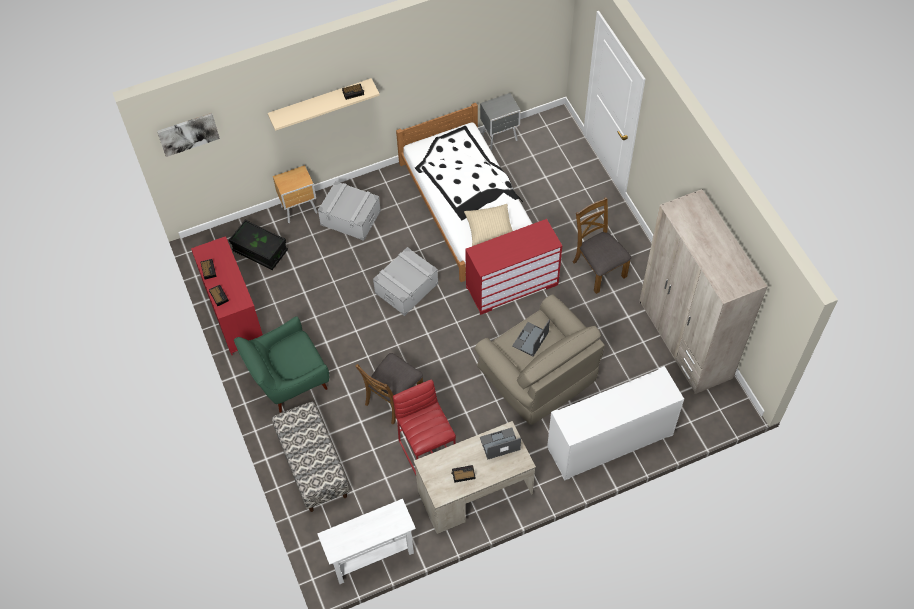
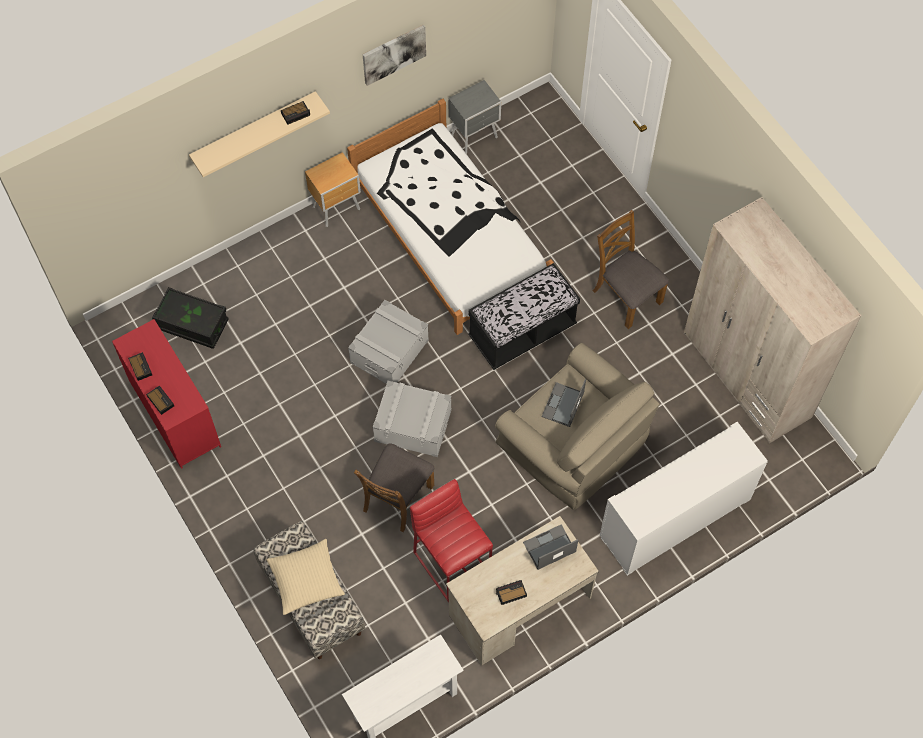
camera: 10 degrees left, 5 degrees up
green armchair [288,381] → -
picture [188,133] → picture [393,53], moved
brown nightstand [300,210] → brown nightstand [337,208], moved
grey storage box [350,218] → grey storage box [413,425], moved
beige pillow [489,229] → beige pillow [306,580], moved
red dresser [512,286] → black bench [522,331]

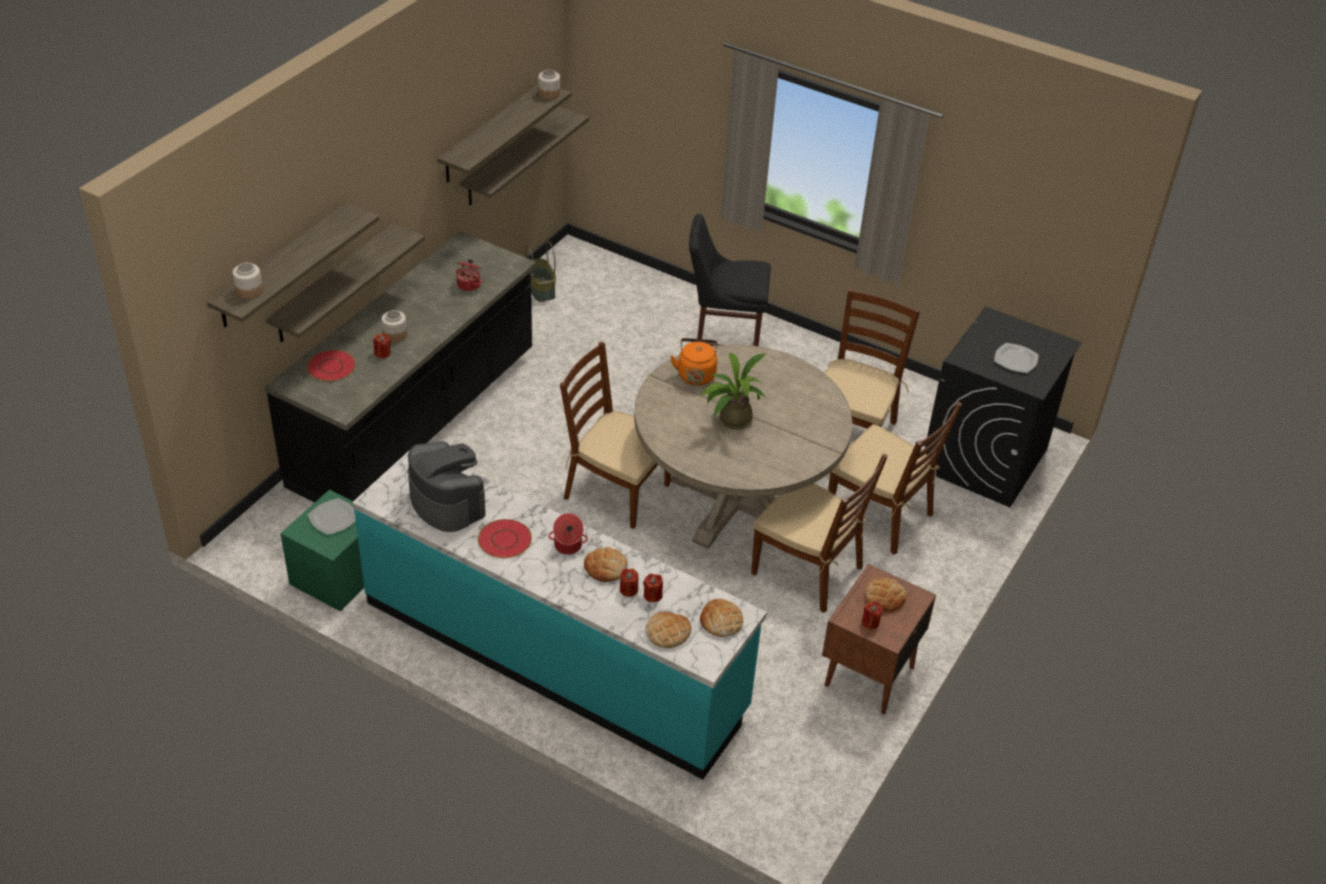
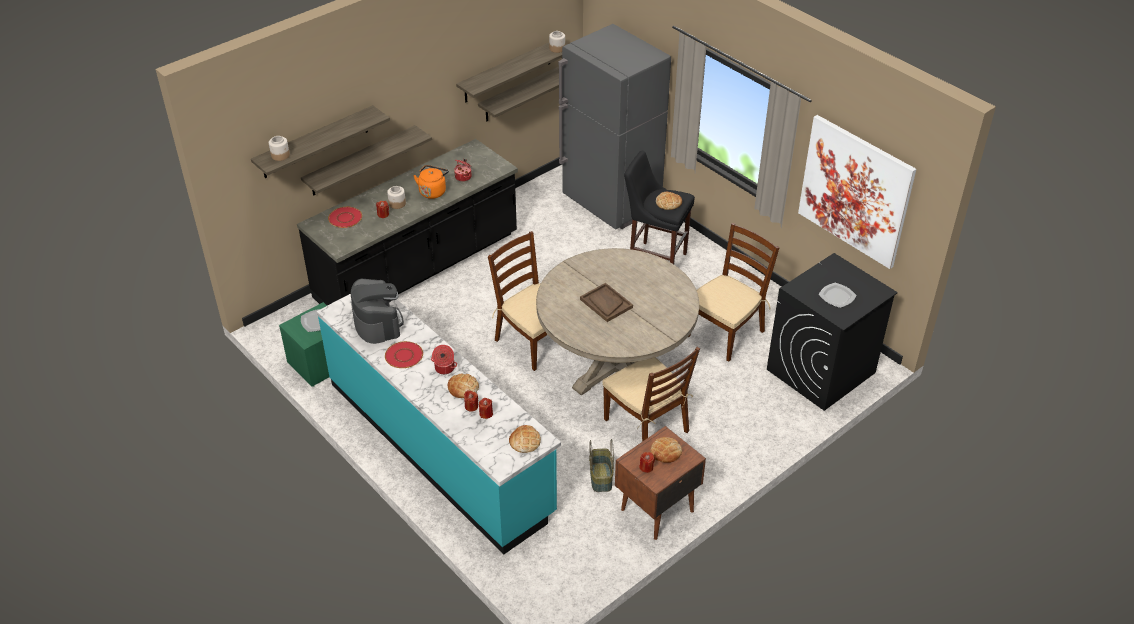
camera: 20 degrees right, 0 degrees up
brown chair [880,515] → -
- → grey fridge [611,204]
- → picture [855,191]
basket [541,289] → basket [601,478], moved
bread [667,632] → bread [668,203], moved
orange kettle [696,374] → orange kettle [433,191], moved
potted plant [731,420] → brown tray [606,303]

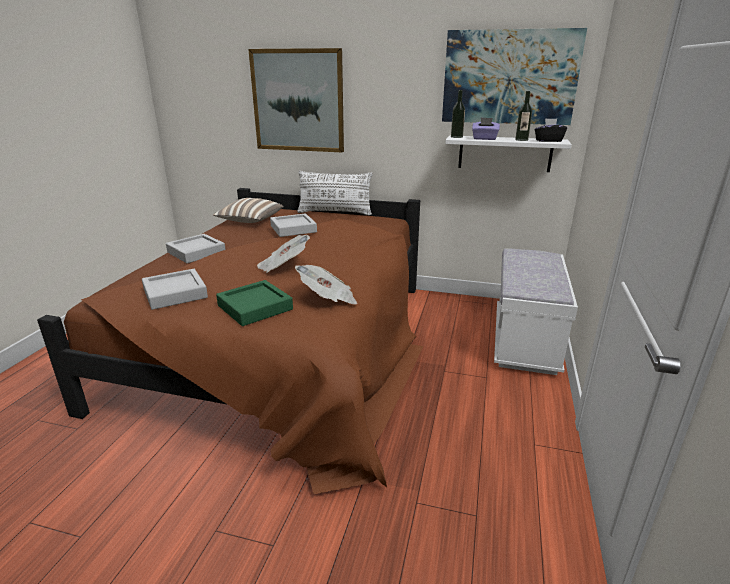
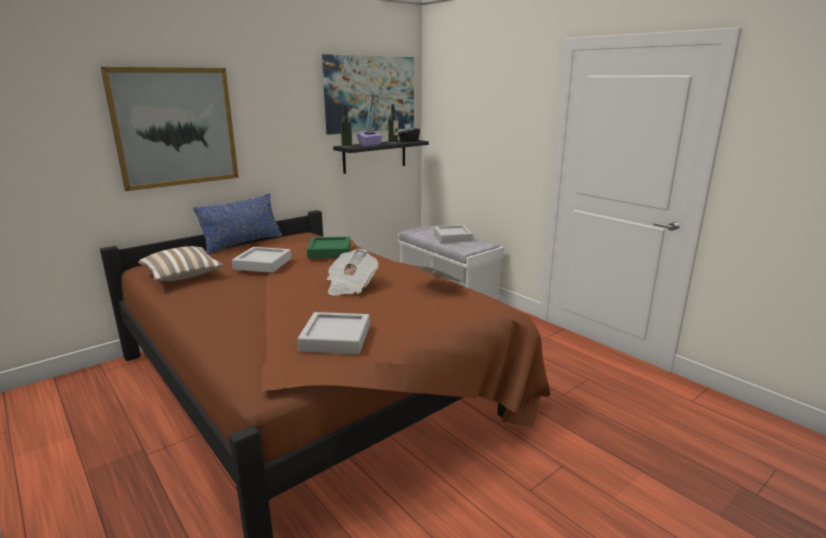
camera: 55 degrees left, 5 degrees down
grey tray [196,252] → grey tray [452,237], moved
green tray [255,307] → green tray [329,251], moved
white pillow [335,212] → blue pillow [243,244]
white shelf [504,153] → black shelf [374,156]

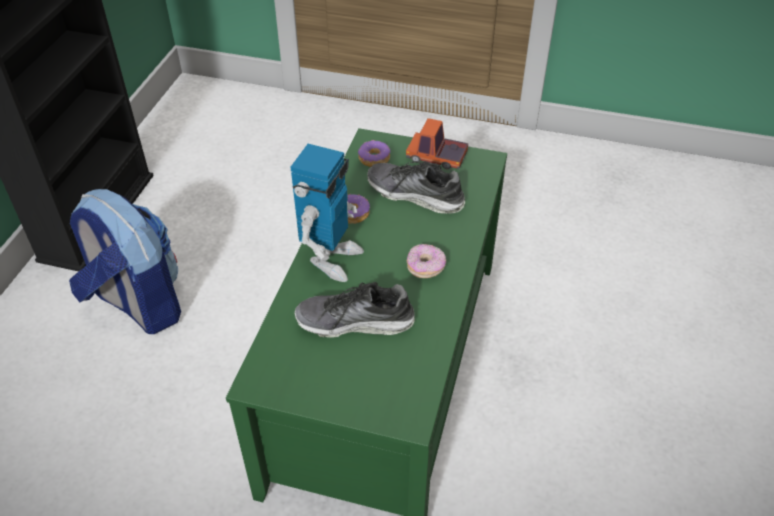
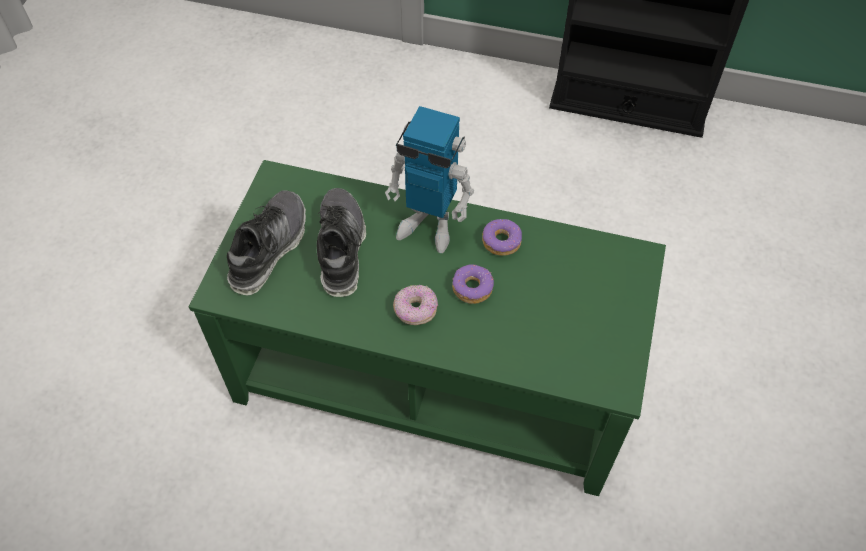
camera: 90 degrees right, 10 degrees up
backpack [137,304] → -
toy truck [436,157] → -
donut [374,159] → donut [472,288], moved
shoe [415,195] → shoe [269,248], moved

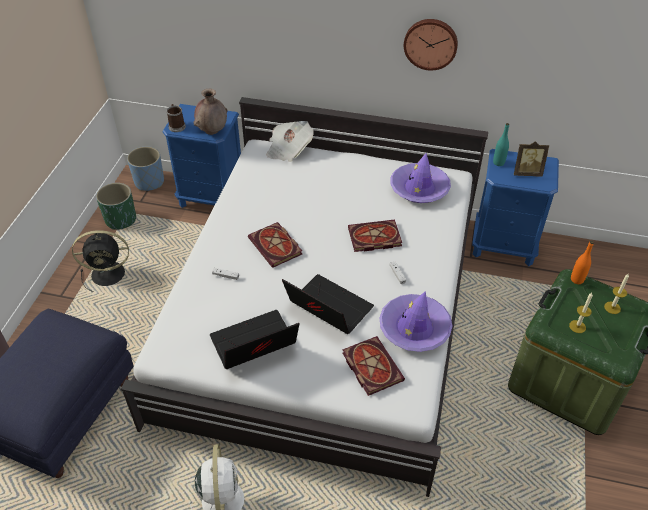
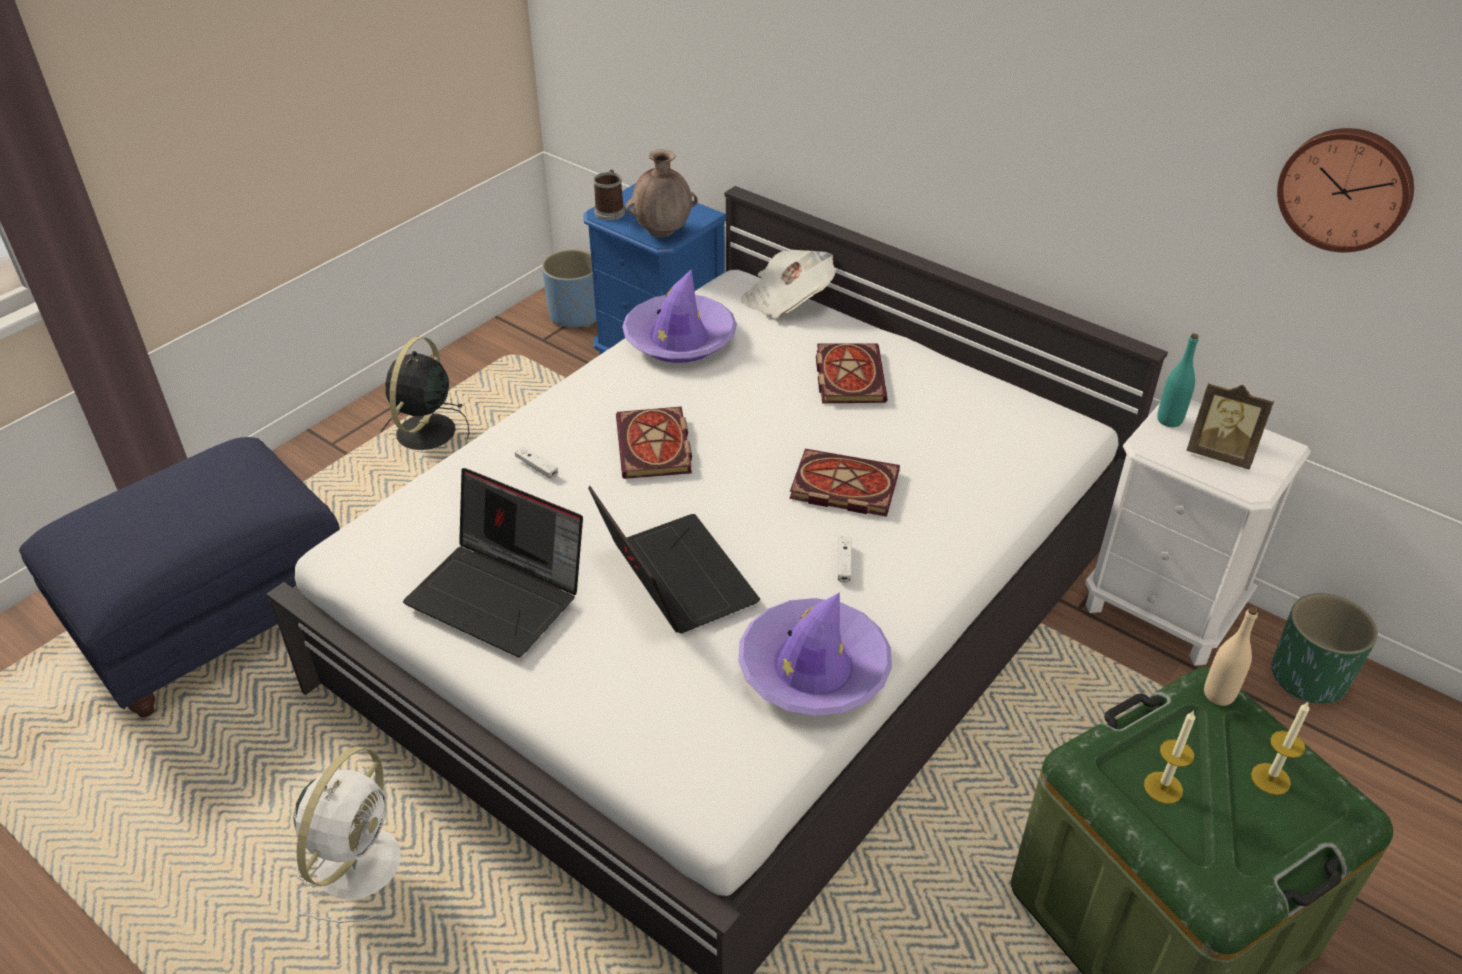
camera: 25 degrees right, 5 degrees down
green planter [121,219] → green planter [1308,678], moved
book [370,366] → book [848,375], moved
purple hat [419,188] → purple hat [680,339], moved
wall clock [430,43] → wall clock [1346,188], moved
blue nightstand [503,245] → white nightstand [1162,609]
orange bottle [577,279] → beige bottle [1218,694]
black fan [110,274] → black fan [425,434], 90 degrees clockwise
laptop [253,345] → laptop [501,594], 150 degrees counterclockwise

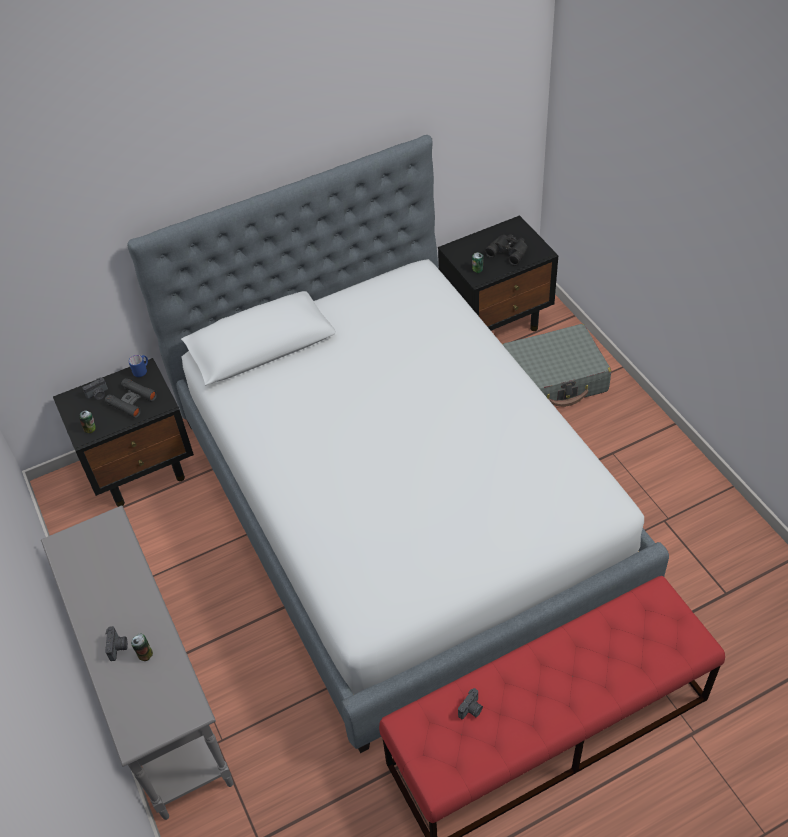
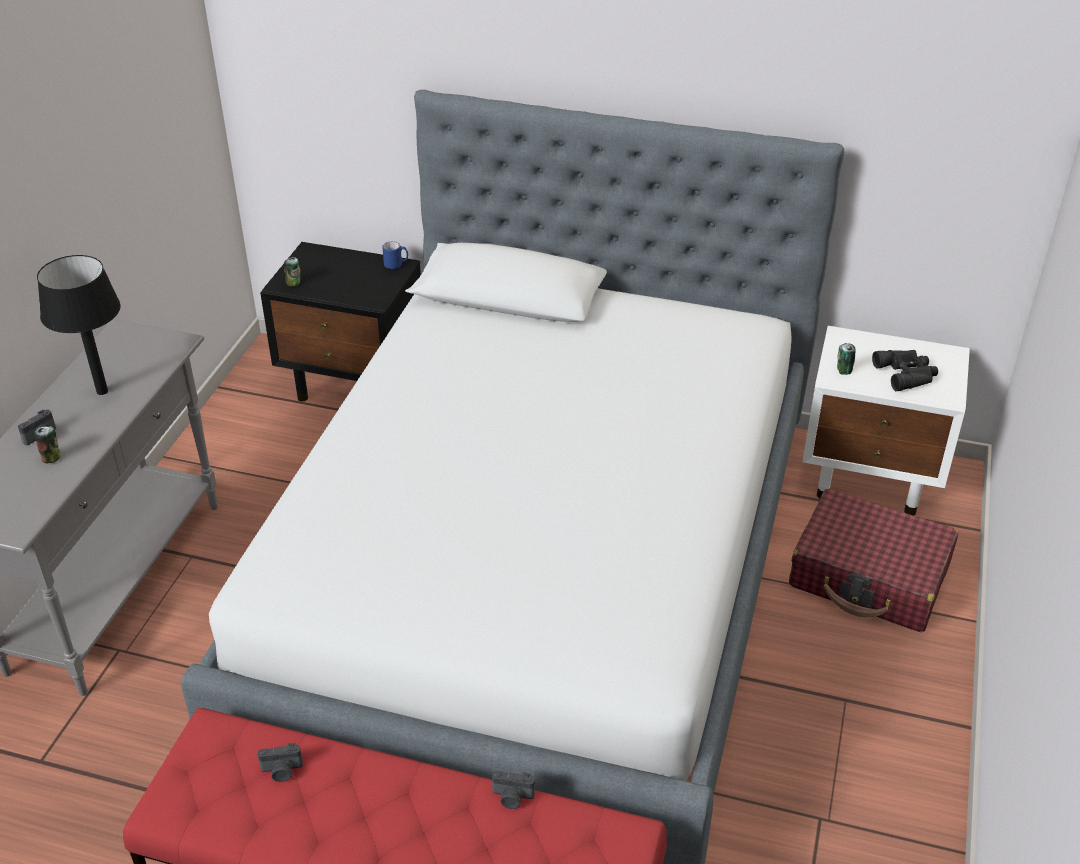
camera: 40 degrees right, 10 degrees down
black binoculars [132,401] → -
- → black table lamp [102,391]
photo camera [98,395] → photo camera [512,797], moved
black nightstand [496,322] → white nightstand [871,478]
grey suitcase [554,379] → red suitcase [869,576]

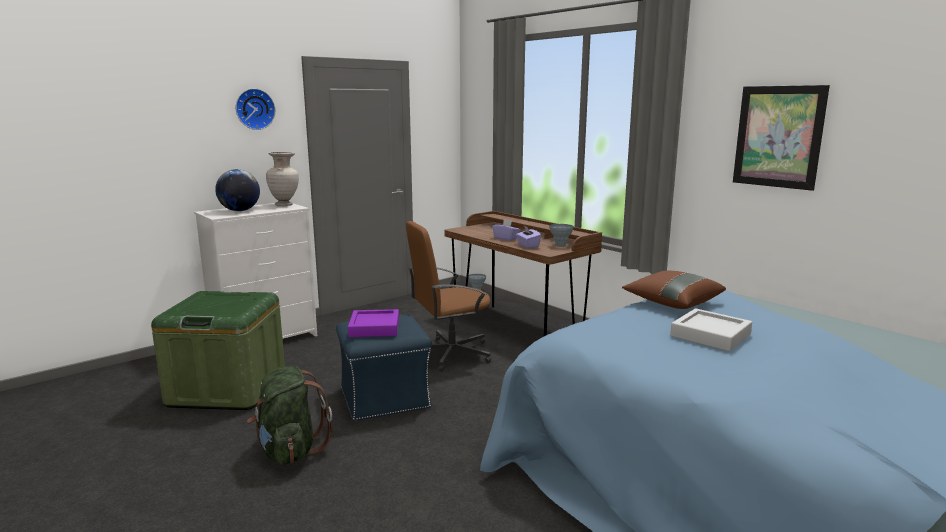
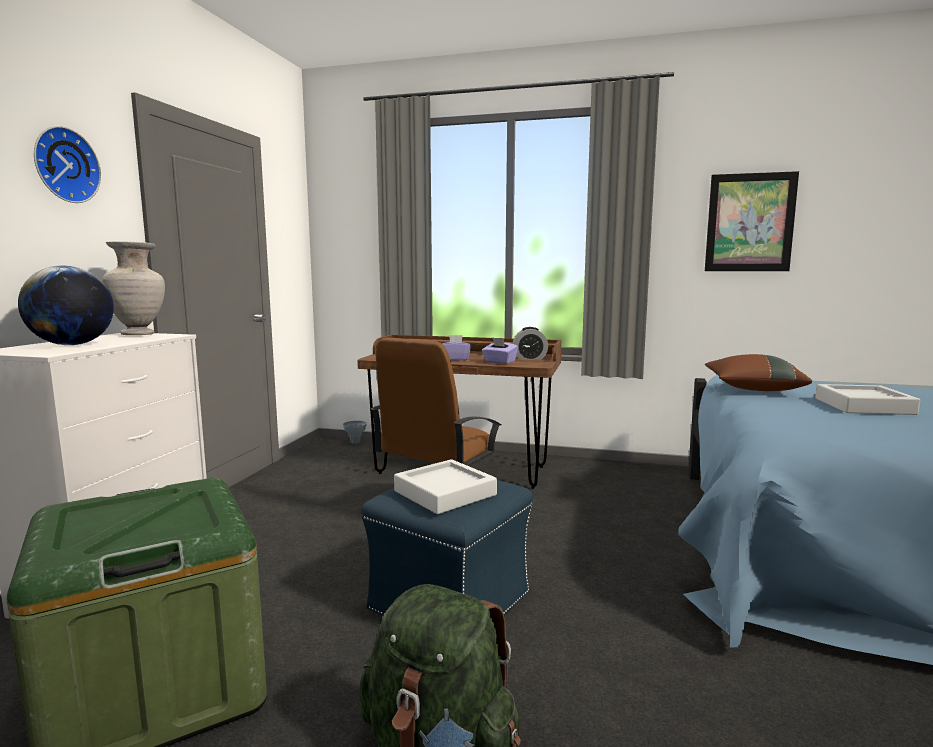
camera: 35 degrees left, 5 degrees down
grey vase [560,246] → alarm clock [529,358]
purple tray [374,328] → grey tray [445,493]

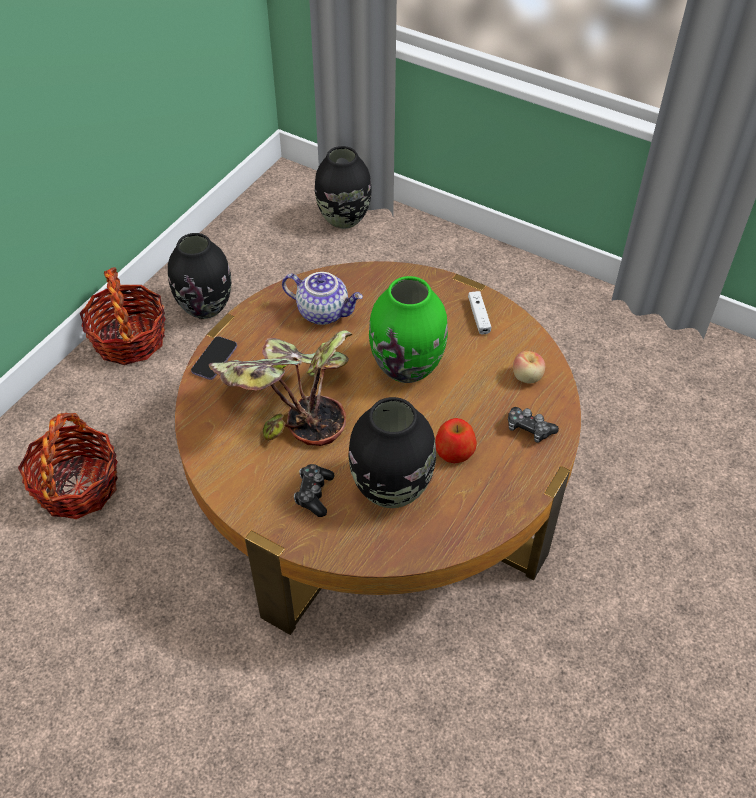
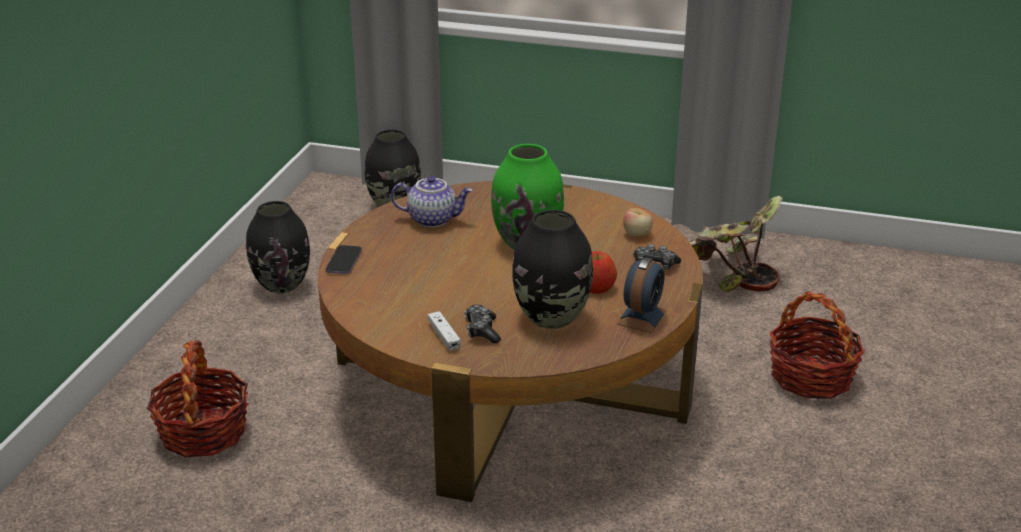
camera: 15 degrees left, 20 degrees down
- → alarm clock [642,317]
basket [129,339] → basket [811,377], moved
potted plant [287,405] → potted plant [726,274], moved
white game controller [479,316] → white game controller [444,336], moved

